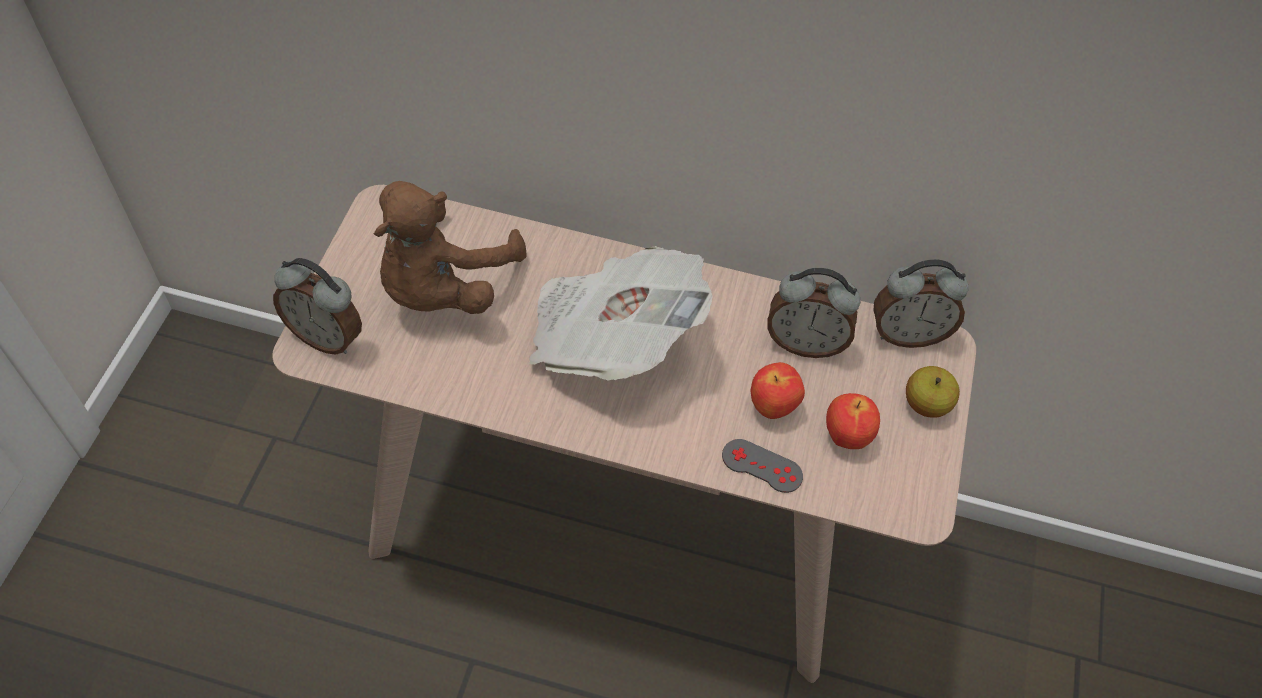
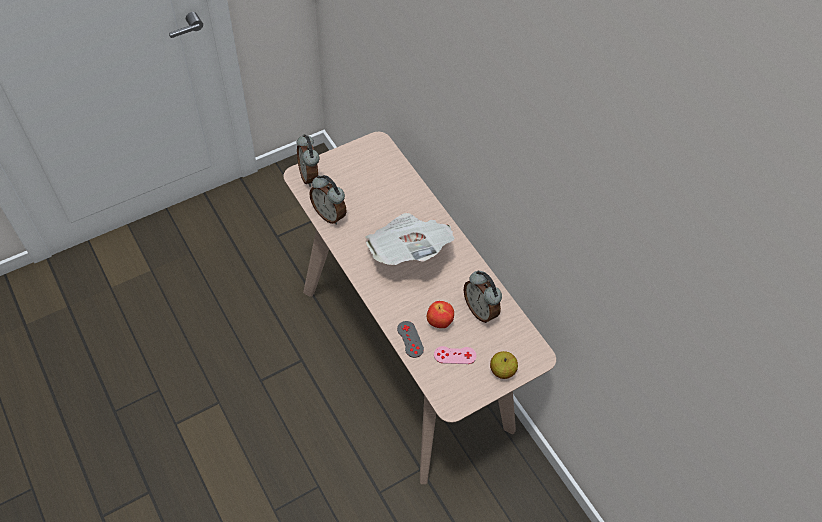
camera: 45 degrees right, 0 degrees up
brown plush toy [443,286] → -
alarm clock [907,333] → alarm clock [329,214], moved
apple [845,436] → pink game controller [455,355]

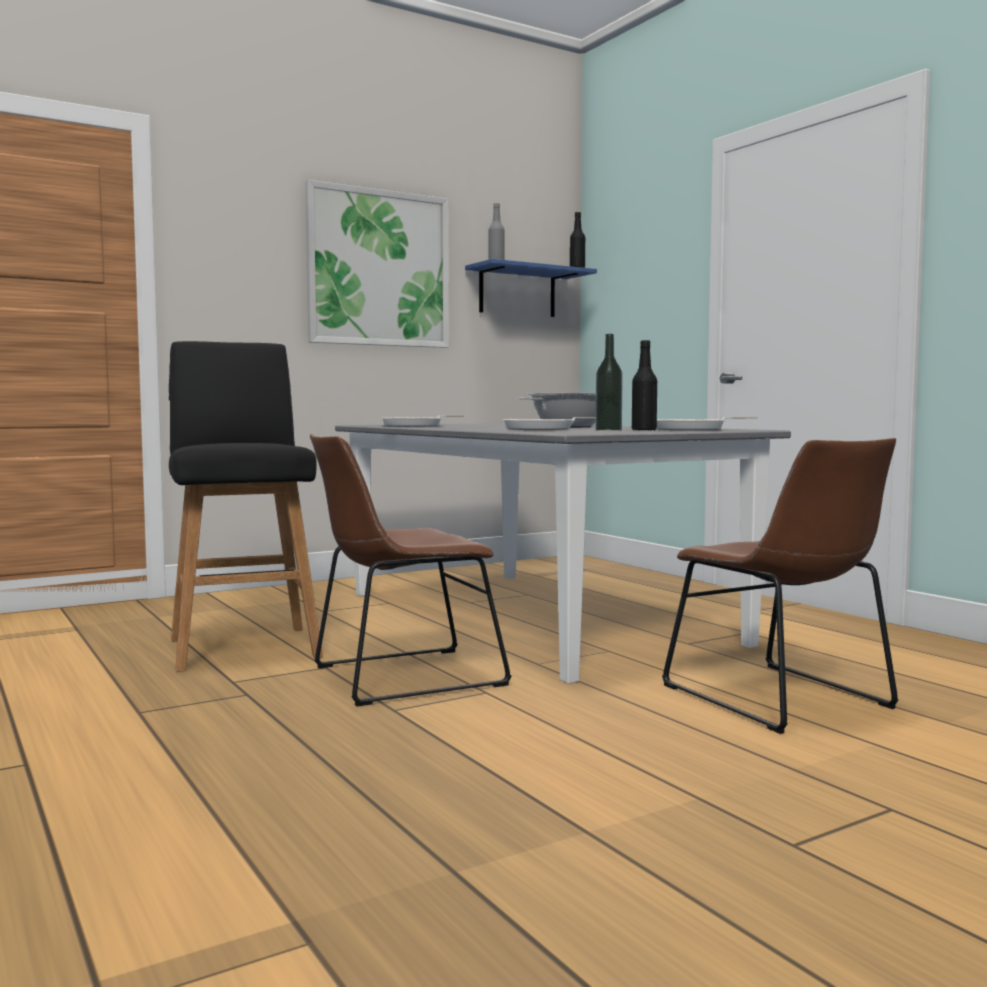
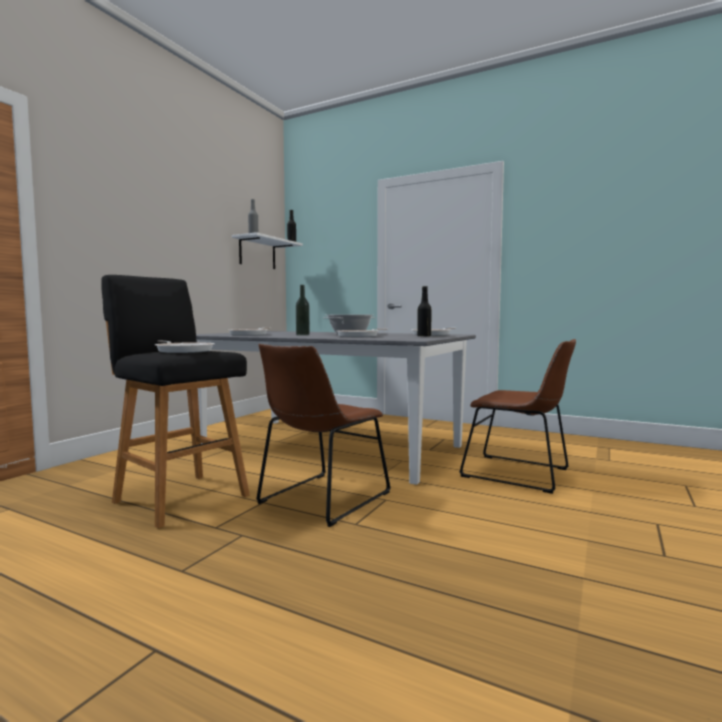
camera: 30 degrees left, 0 degrees up
picture [378,268] → -
- → frying pan [183,351]
bottle [608,430] → bottle [302,335], moved
blue shelf [517,292] → white shelf [257,253]

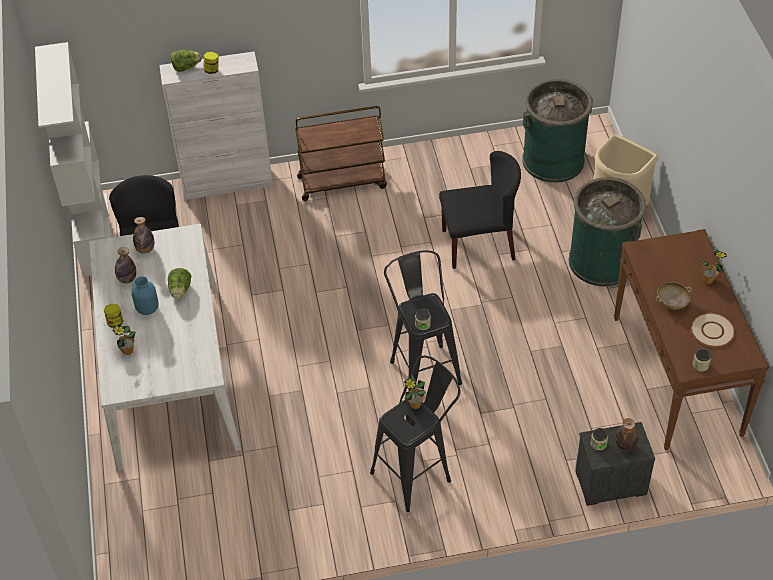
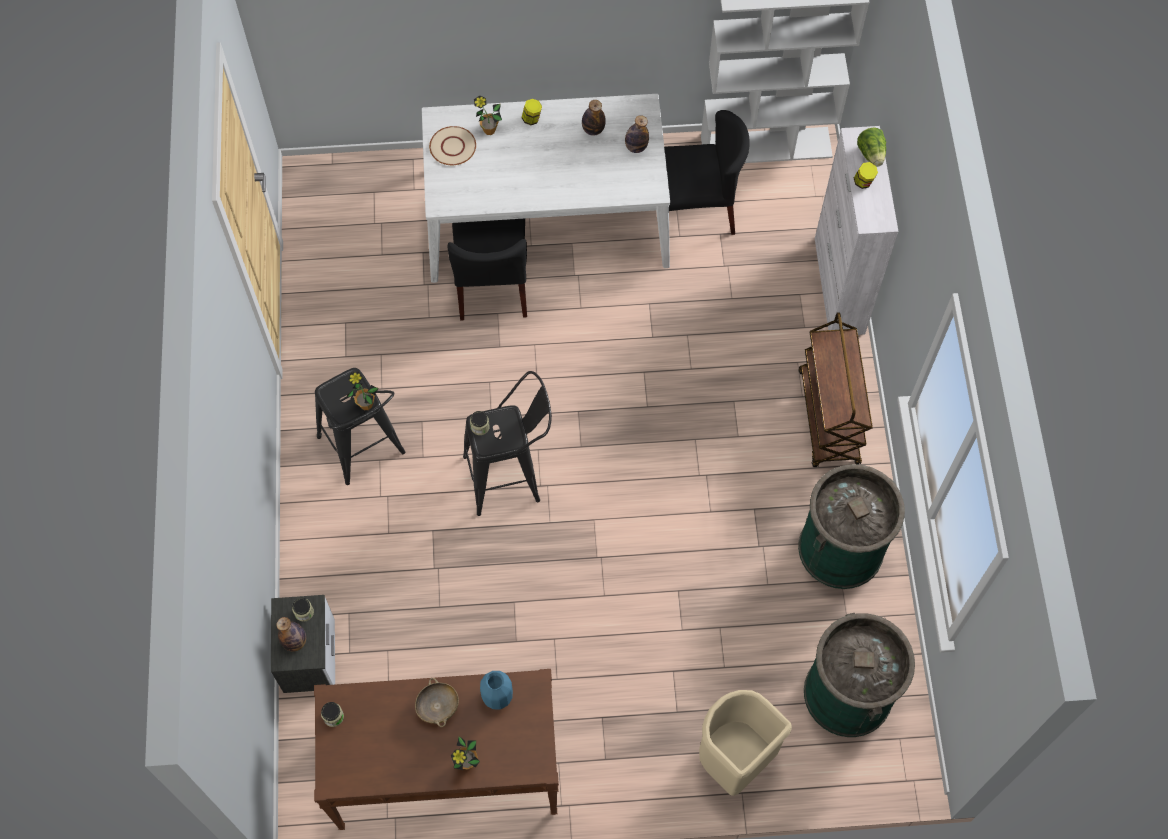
camera: 95 degrees right, 15 degrees up
lettuce [180,290] → -
blue vase [148,308] → blue vase [497,697], moved
black chair [479,244] → black chair [493,285], moved
green trash can [601,261] → green trash can [841,548], moved
beige plate [712,331] → beige plate [453,146], moved

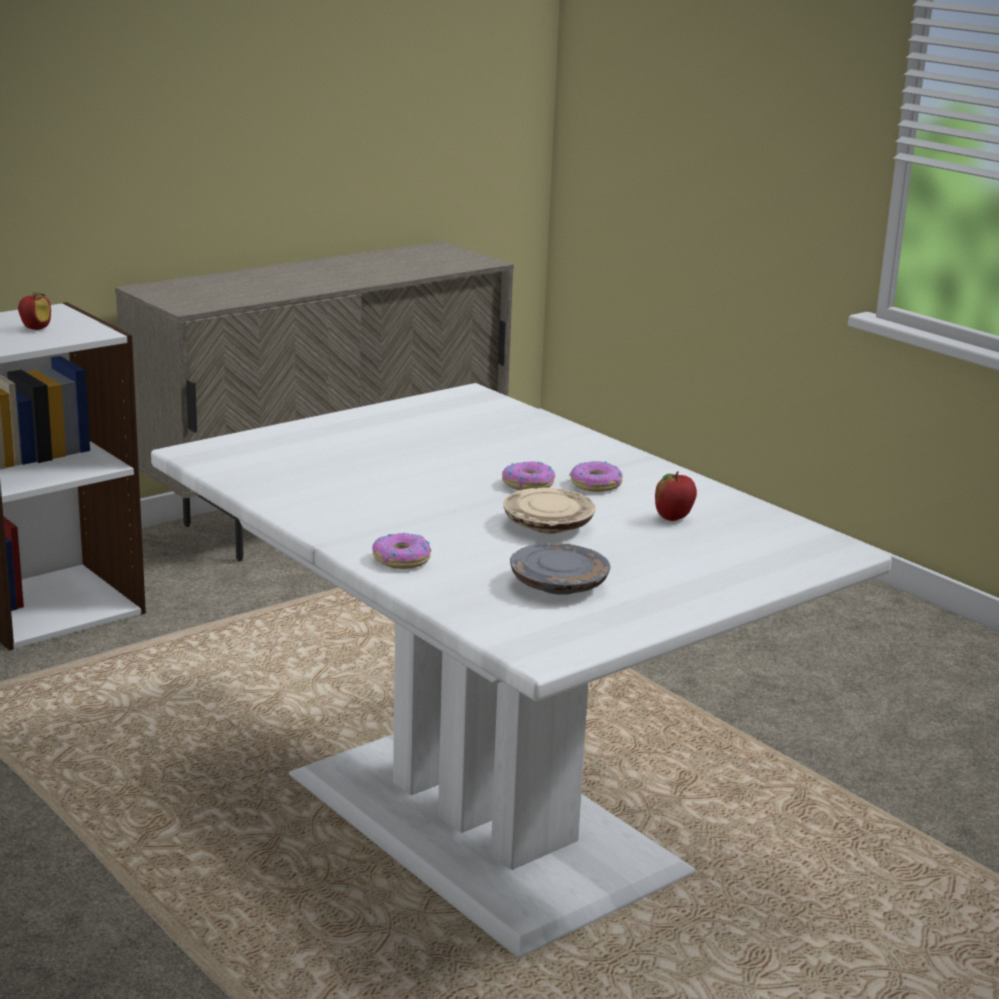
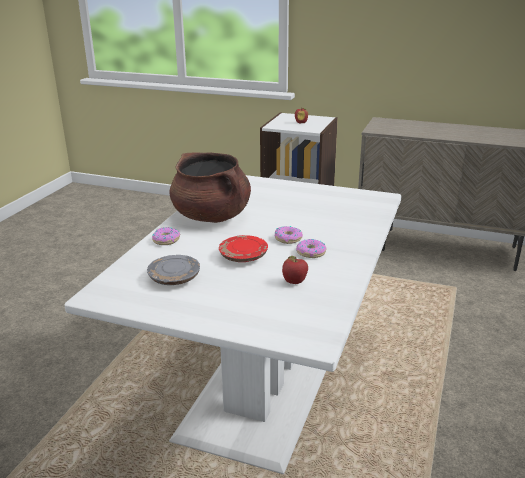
camera: 60 degrees right, 5 degrees up
- → brown cooking pot [212,216]
beige plate [549,525] → red plate [243,257]

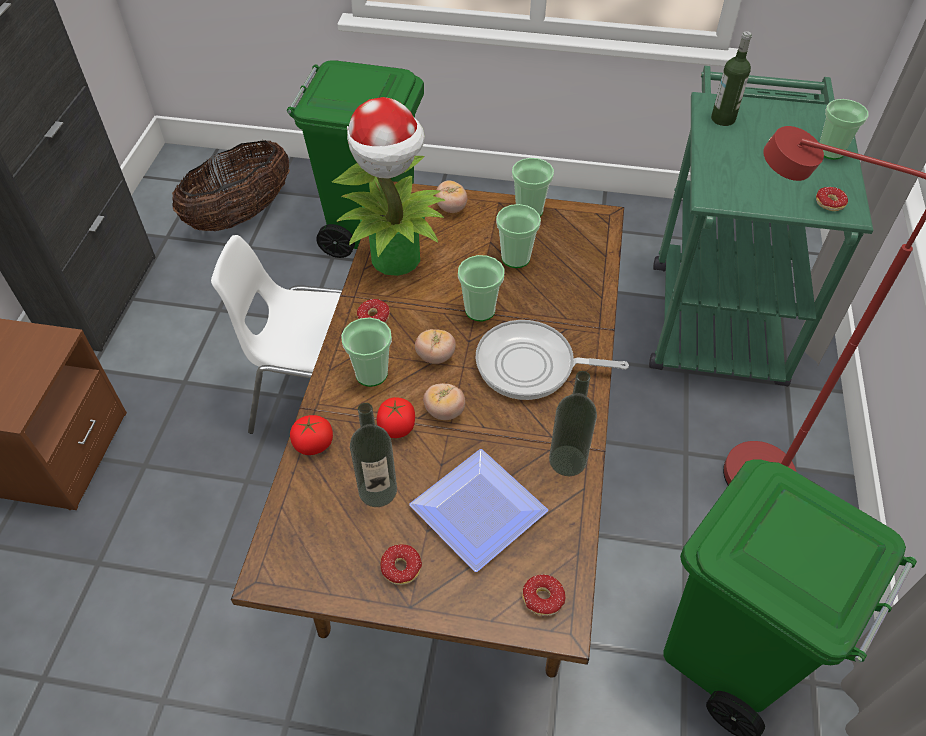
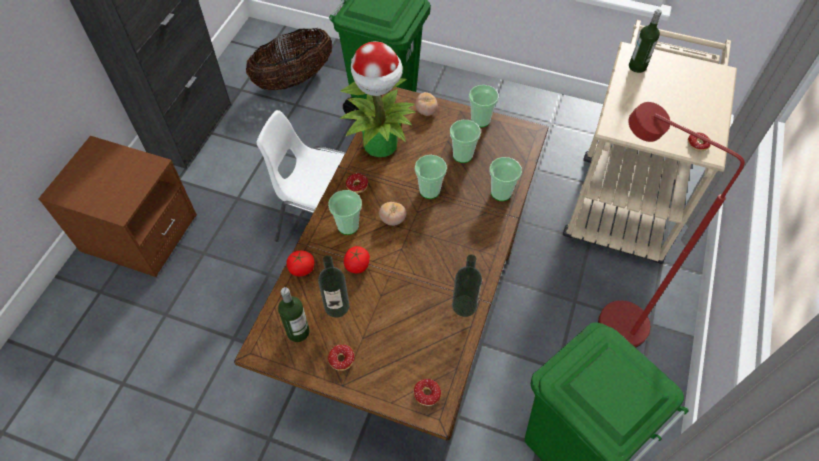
camera: 10 degrees right, 5 degrees up
plate [478,506] → -
tomato [444,411] → -
frying pan [531,366] → -
- → bottle [298,332]
cup [830,151] → cup [501,193], moved
green cart [715,309] → beige cart [622,197]

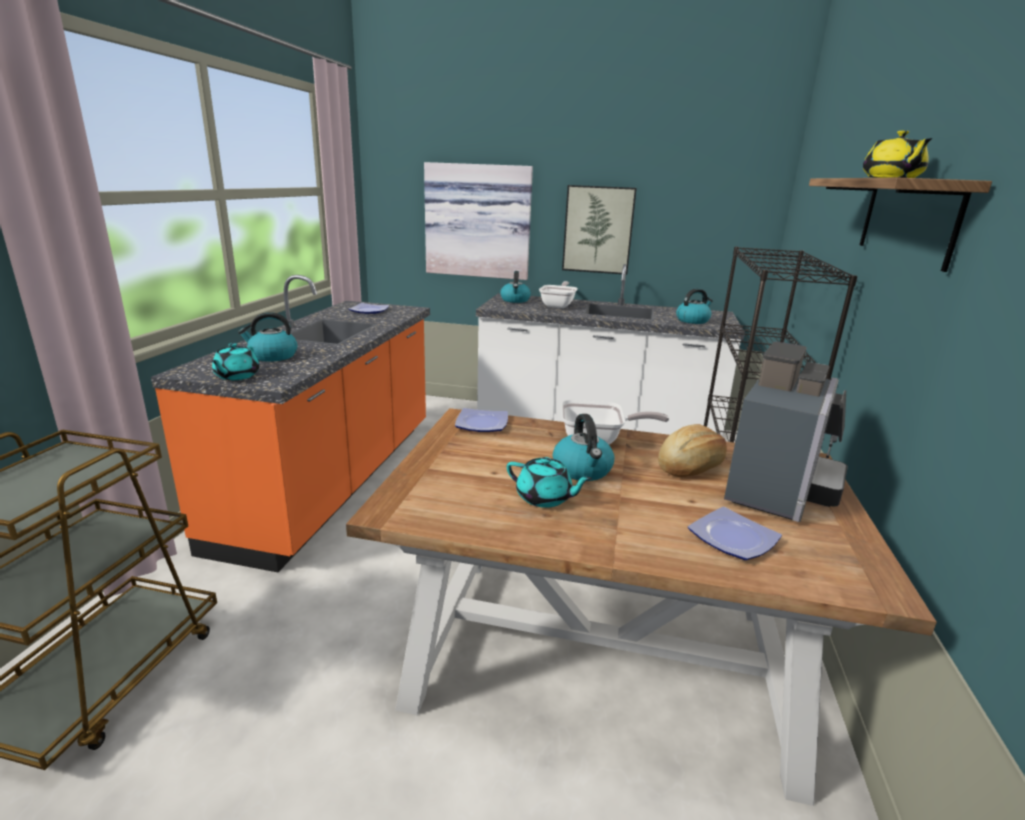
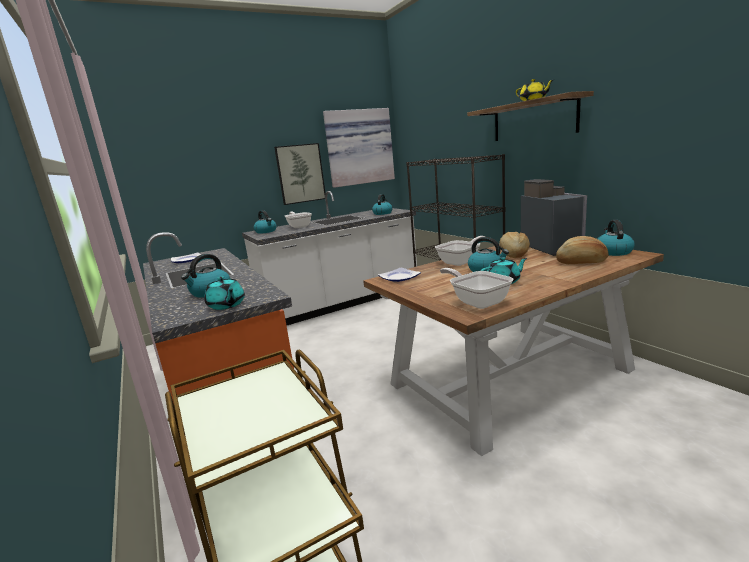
camera: 40 degrees left, 5 degrees down
- → frying pan [477,301]
- → kettle [613,252]
picture [478,221] → picture [359,147], moved
plate [734,538] → bread [581,262]

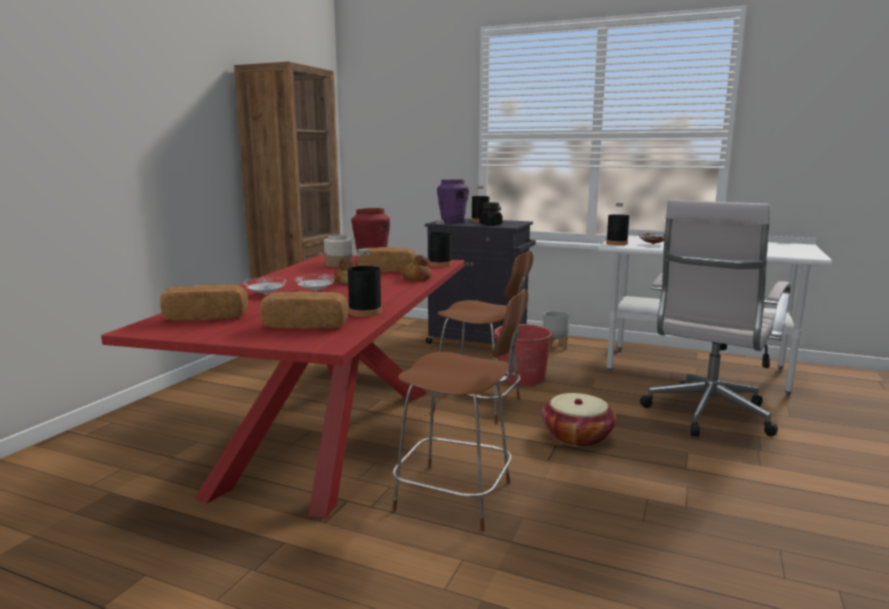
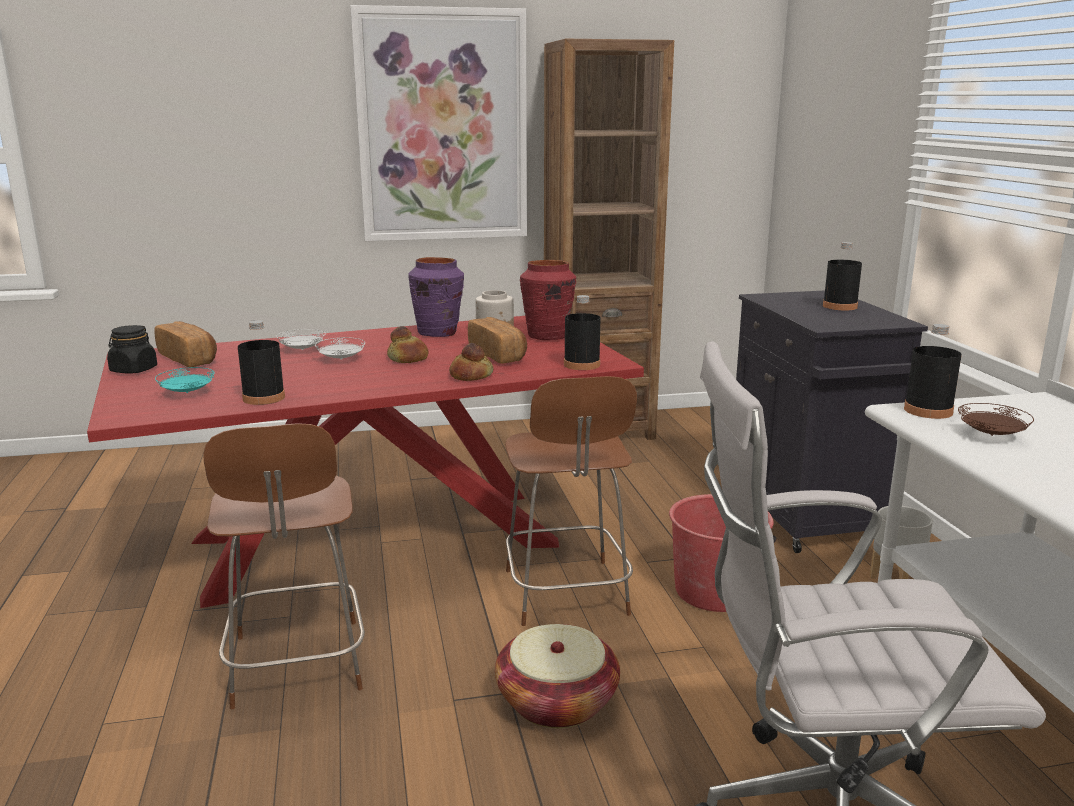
camera: 55 degrees right, 5 degrees up
- → picture [442,127]
purple vase [452,222] → purple vase [438,333], moved
black jar [491,224] → black jar [133,370], moved
bread [306,325] → turquoise plate [186,393]

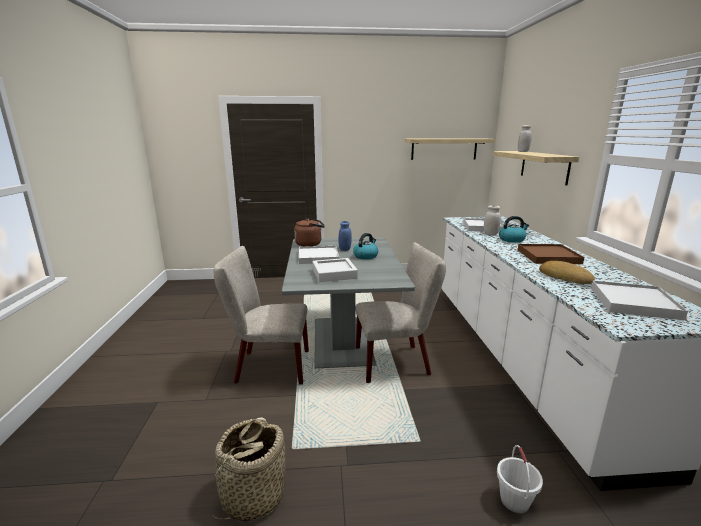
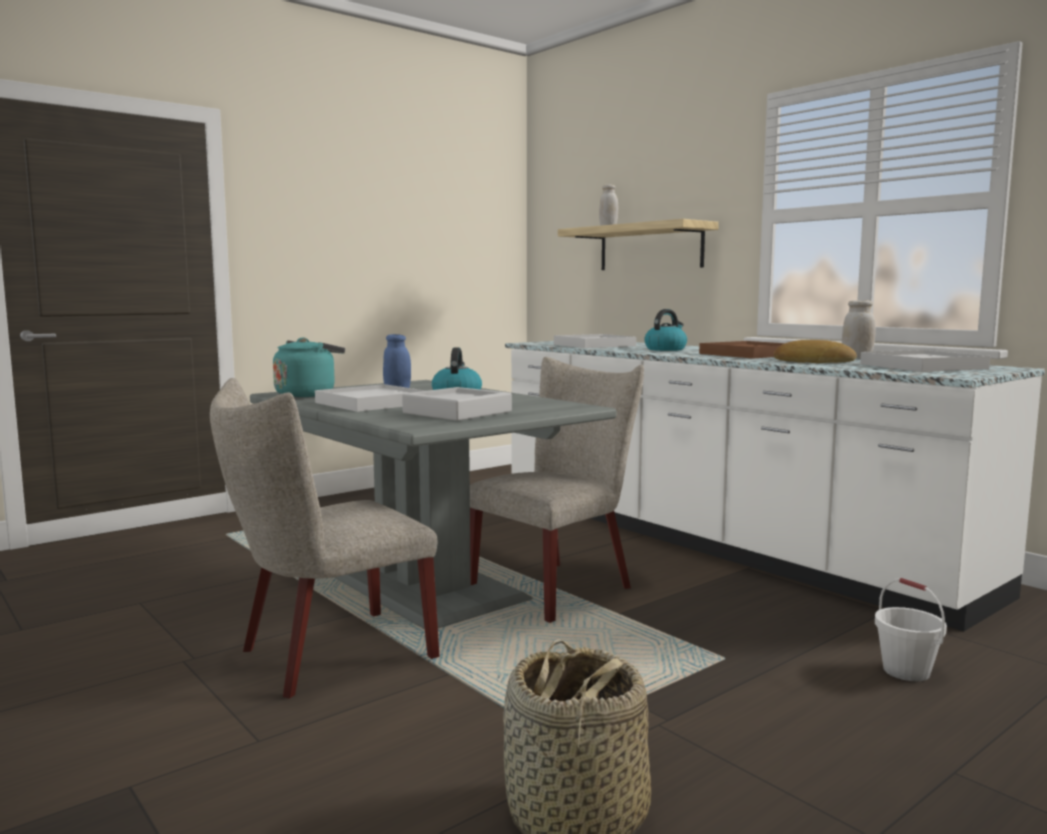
camera: 35 degrees left, 10 degrees down
shelf [444,149] → -
white jar [490,234] → white jar [857,358], moved
brown kettle [310,244] → turquoise kettle [308,394]

